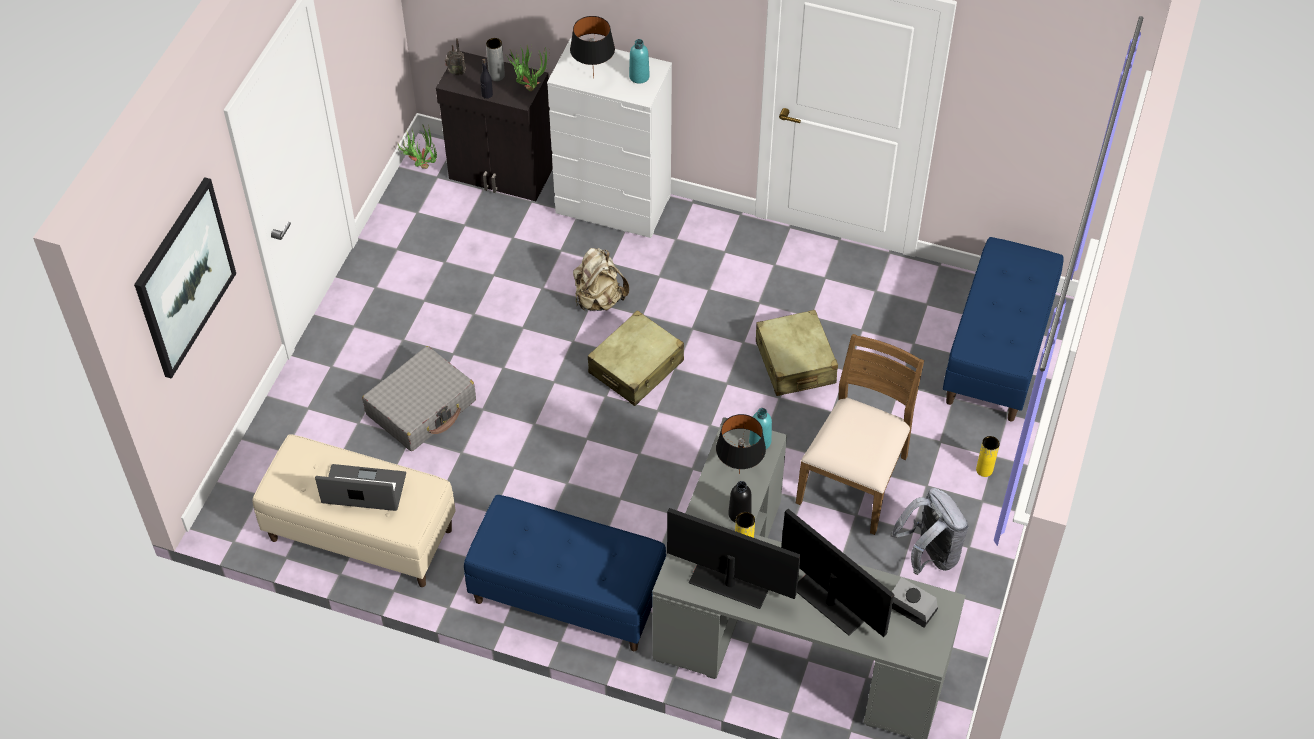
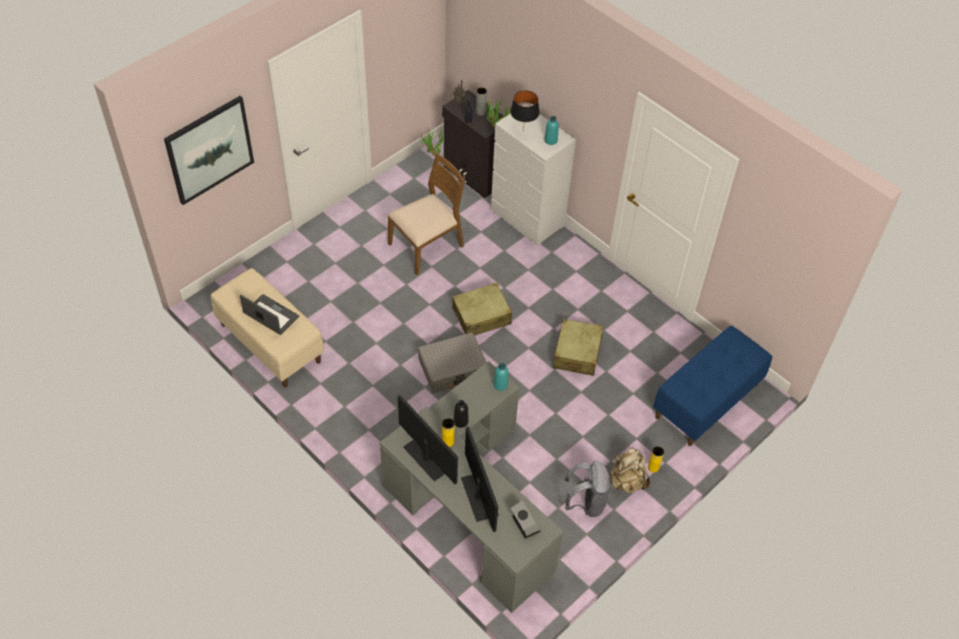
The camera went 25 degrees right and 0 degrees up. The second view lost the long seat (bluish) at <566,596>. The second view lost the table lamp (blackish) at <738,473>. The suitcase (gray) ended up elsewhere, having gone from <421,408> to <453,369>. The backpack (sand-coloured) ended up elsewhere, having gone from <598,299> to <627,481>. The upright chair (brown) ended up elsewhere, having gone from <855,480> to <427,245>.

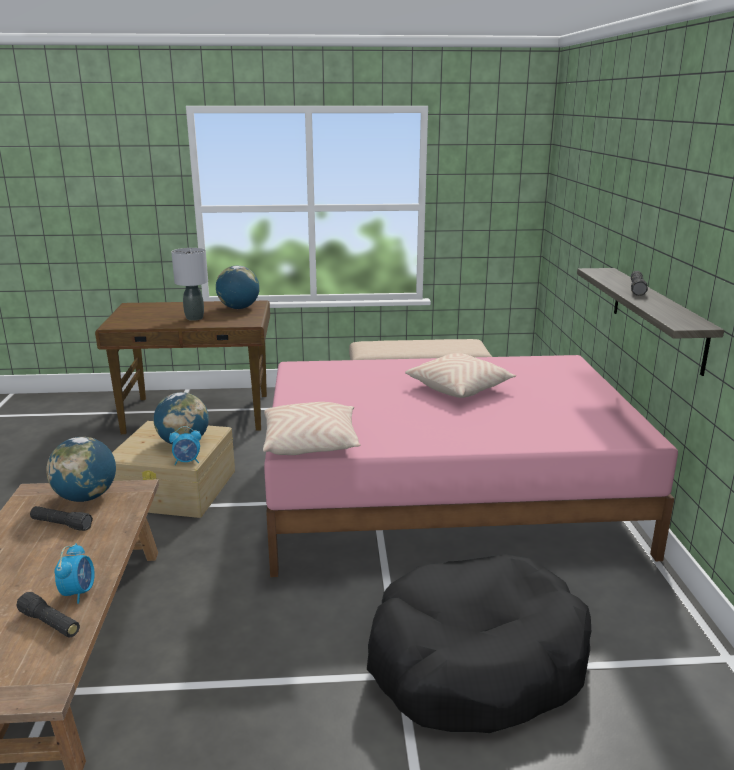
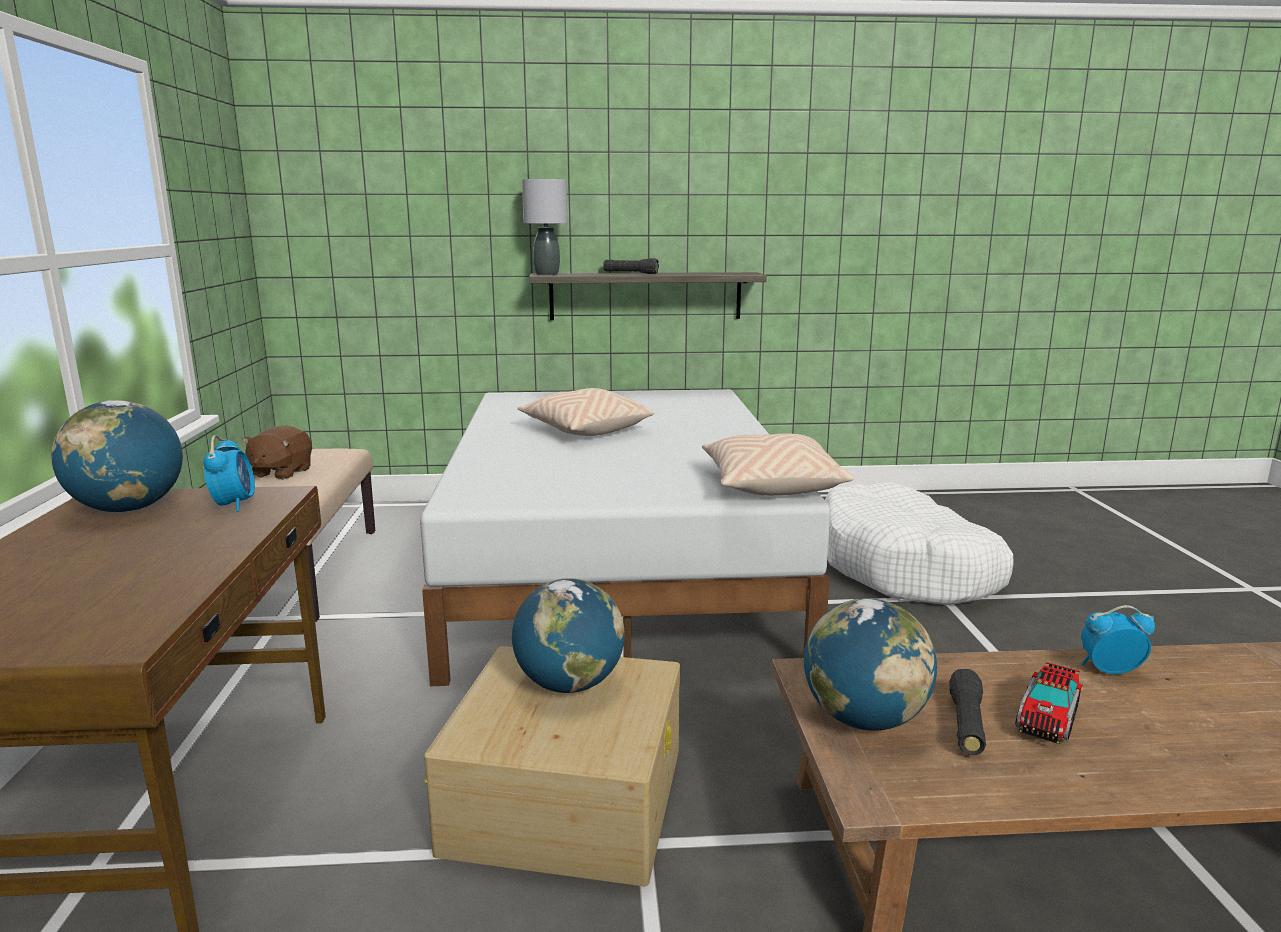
The camera went 90 degrees left and 5 degrees down. The second view lost the torch (blackish) at <50,623>. The second view gained the cuddly toy (brown) at <281,473>. The second view gained the toy truck at <1047,718>. The bedside clock ended up elsewhere, having gone from <187,462> to <234,504>. The table lamp (gray) ended up elsewhere, having gone from <195,318> to <546,274>. What was the sleeping bed (pinkish) at <446,498> turned into the sleeping bed (white) at <619,567>. What was the dog cushion (blackish) at <476,662> turned into the dog cushion (white) at <906,568>.

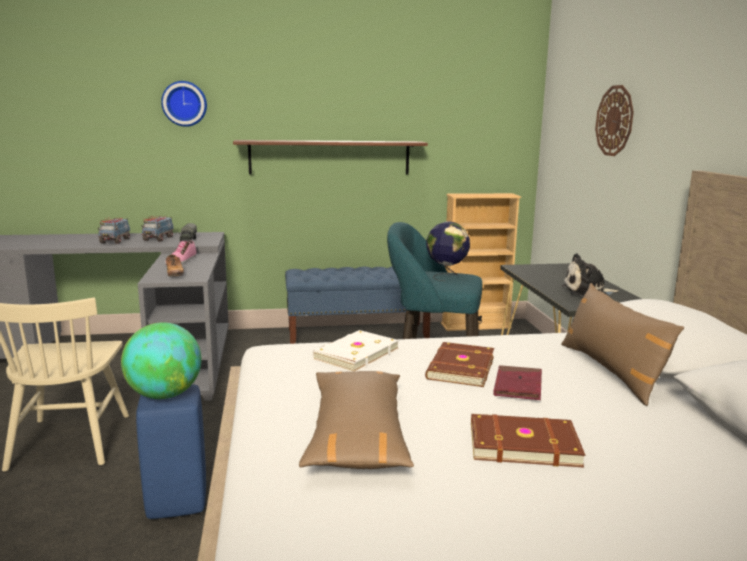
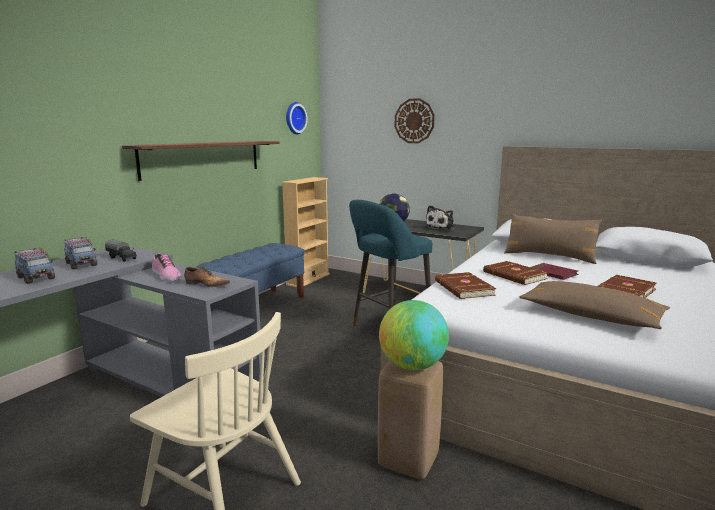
The camera went 50 degrees left and 0 degrees up. The hanging clock ended up elsewhere, having gone from <184,103> to <294,118>. What was the sitting stool (bluish) at <176,502> turned into the sitting stool (sand-coloured) at <407,460>. What was the book (white) at <355,354> turned into the book (brown) at <463,288>.

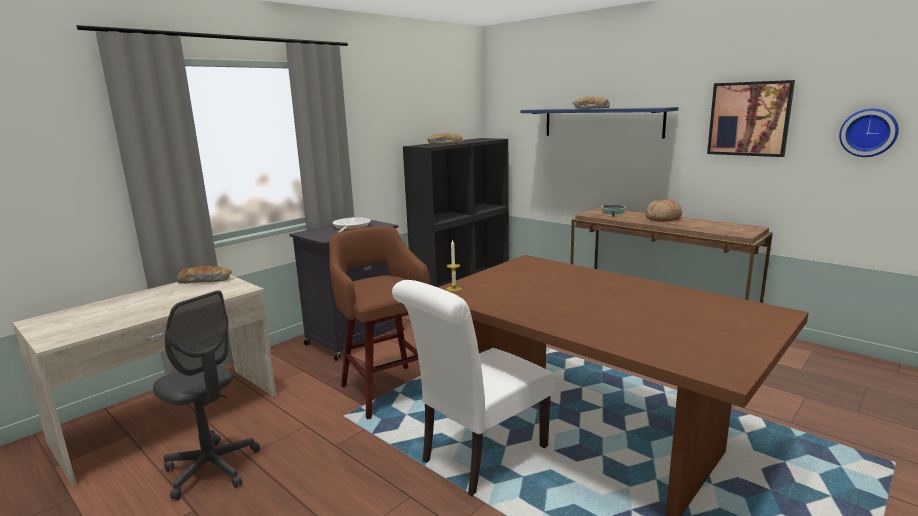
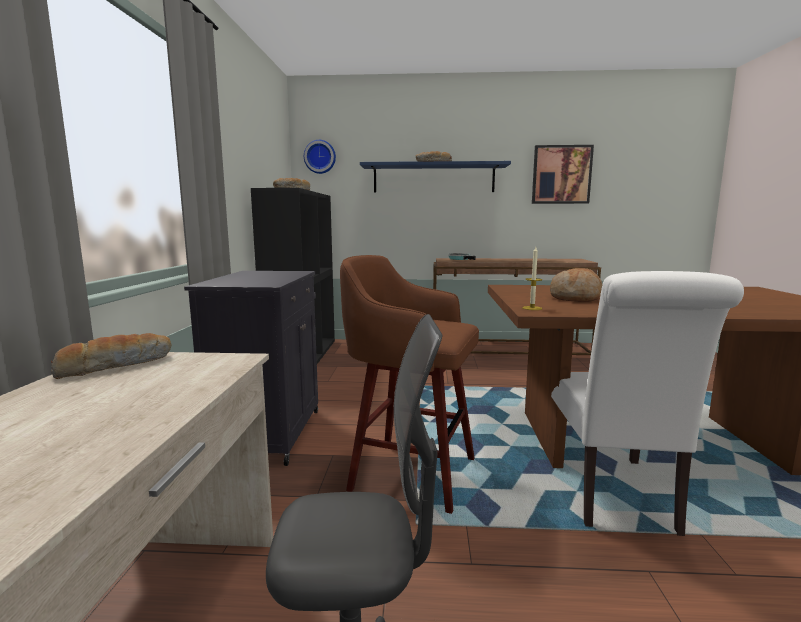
The camera went 40 degrees left and 5 degrees down. The second view lost the skillet at <351,227>. The bakery bread ended up elsewhere, having gone from <663,219> to <576,298>. The hanging clock ended up elsewhere, having gone from <868,132> to <320,157>.

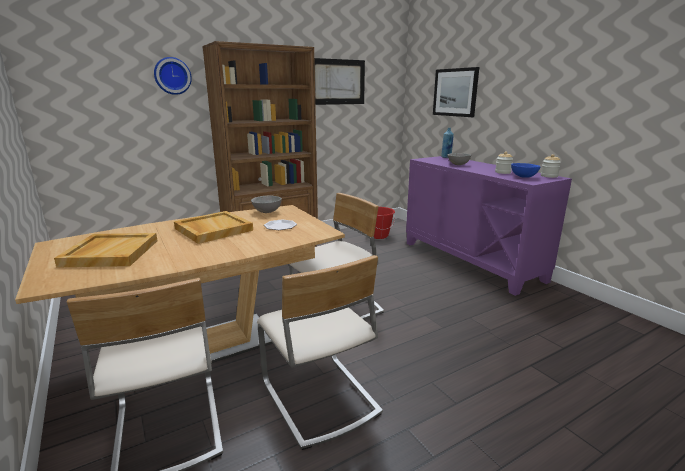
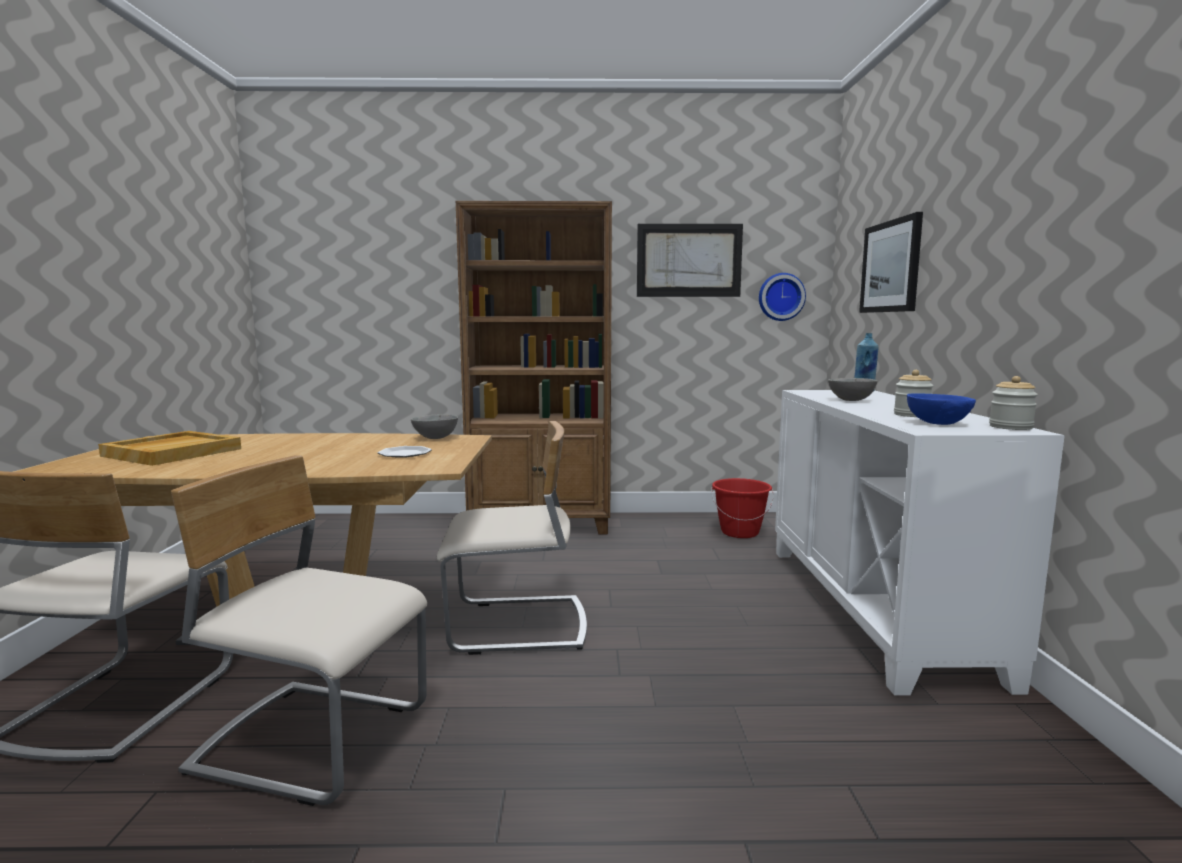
The camera went 30 degrees right and 10 degrees down. The second view lost the serving tray (sand-coloured) at <213,229>. The hanging clock ended up elsewhere, having gone from <172,76> to <780,297>. What was the storage cabinet (purplish) at <470,261> turned into the storage cabinet (white) at <874,608>. The upright chair (sand-coloured) at <318,398> ended up facing another way, 105 degrees clockwise from before.

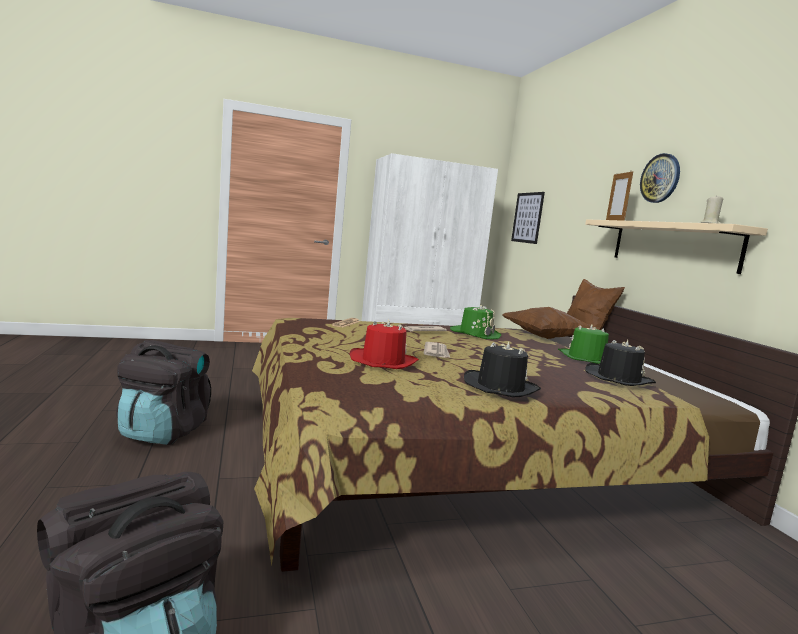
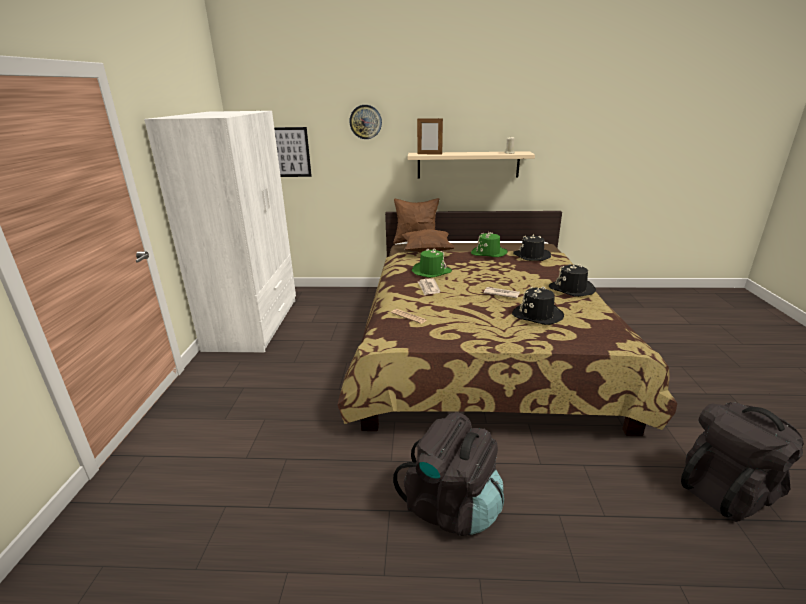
The camera went 70 degrees left and 15 degrees up. The hanging clock ended up elsewhere, having gone from <660,178> to <365,122>. What was the wearable hat (reddish) at <383,361> turned into the wearable hat (blackish) at <537,315>.

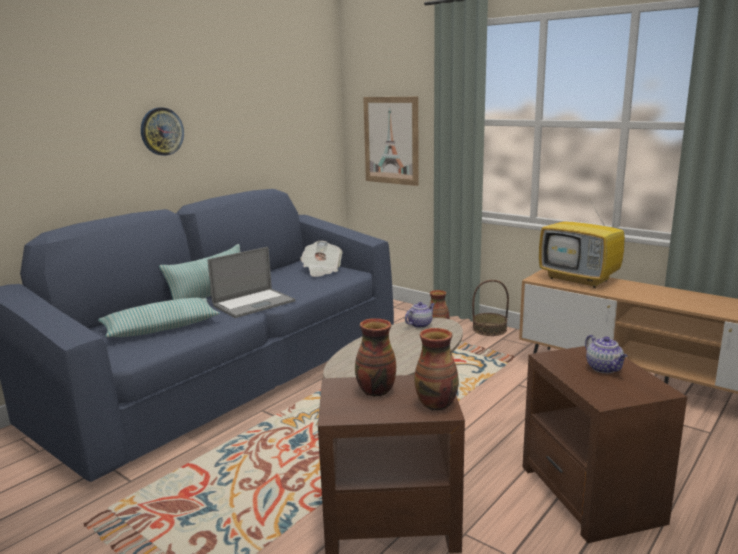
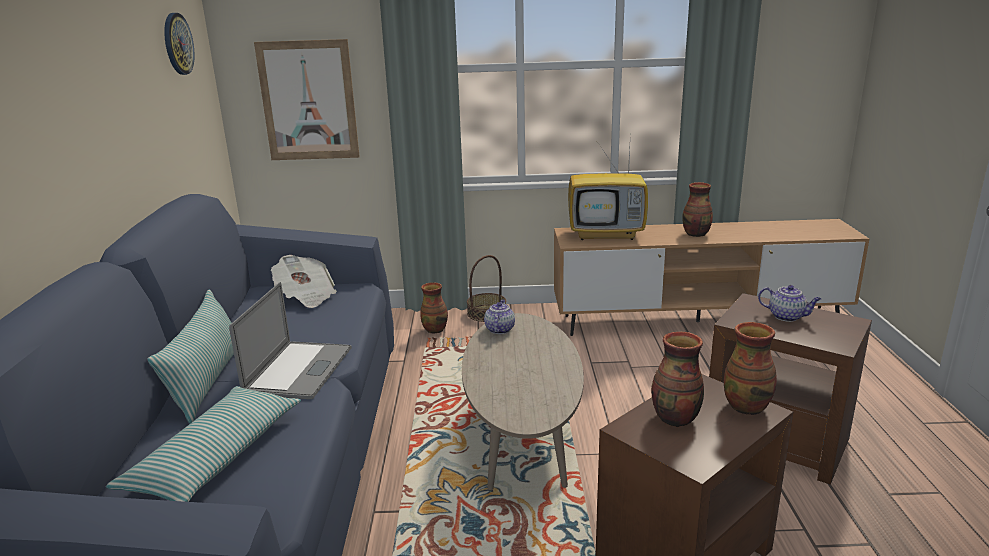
The camera went 40 degrees left and 5 degrees up. The second view gained the vase at <696,234>. The hanging clock ended up elsewhere, having gone from <161,131> to <177,44>.

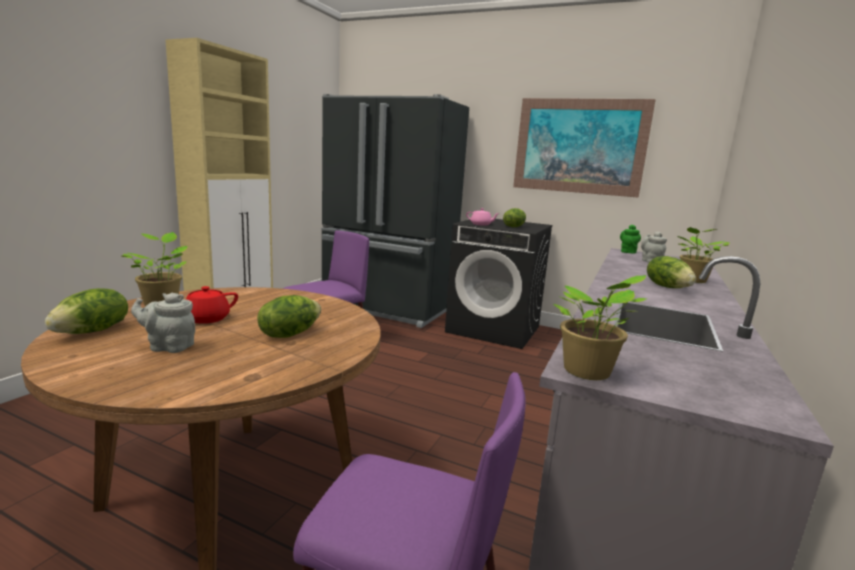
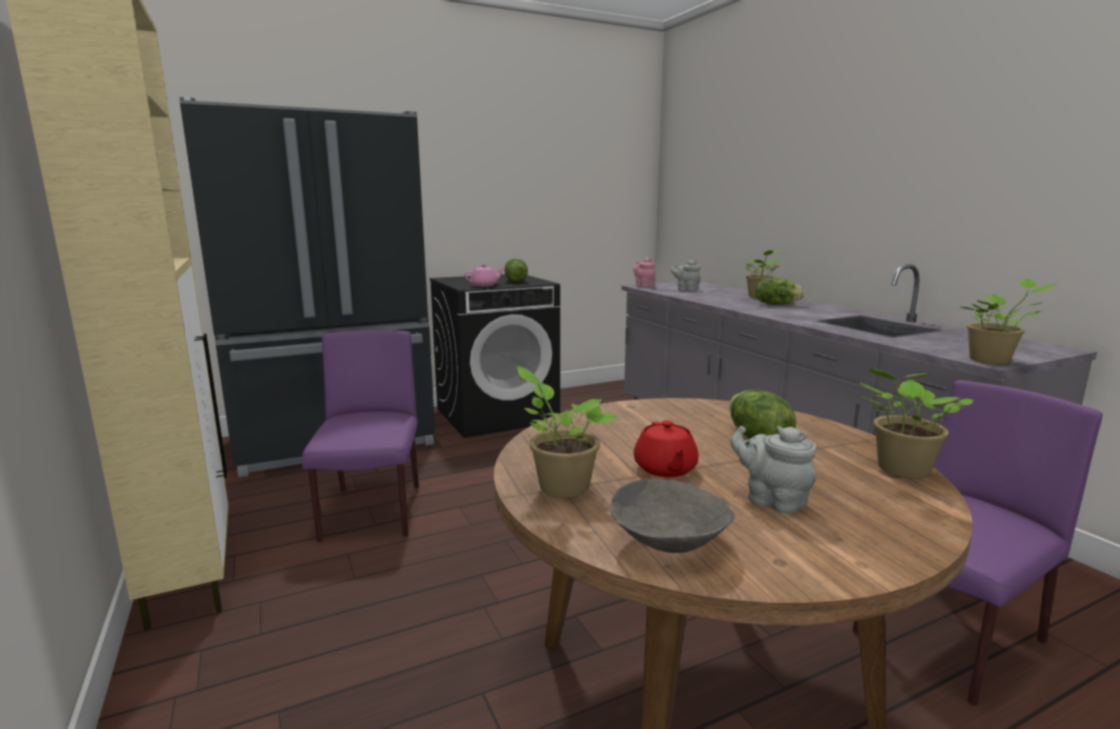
The camera went 50 degrees left and 0 degrees up. The second view lost the picture at <579,146>. The second view gained the plant in a pot at <900,470>. Where the head of lettuce stood at <93,331>, the serving bowl (gray) came to stand at <670,542>. What was the pot for tea (green-coloured) at <628,251> turned into the pot for tea (pinkish) at <643,286>. The pot for tea (gray) at <168,347> ended up facing another way, 90 degrees clockwise from before.

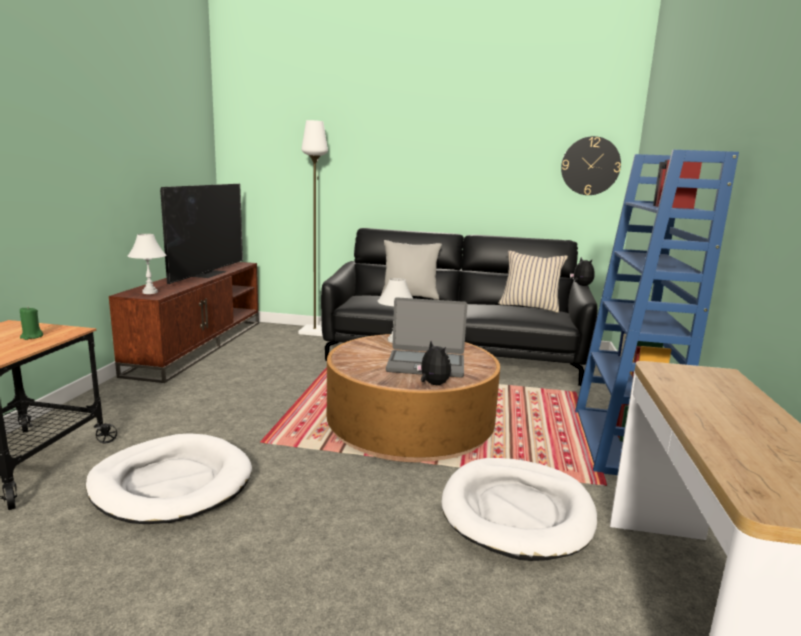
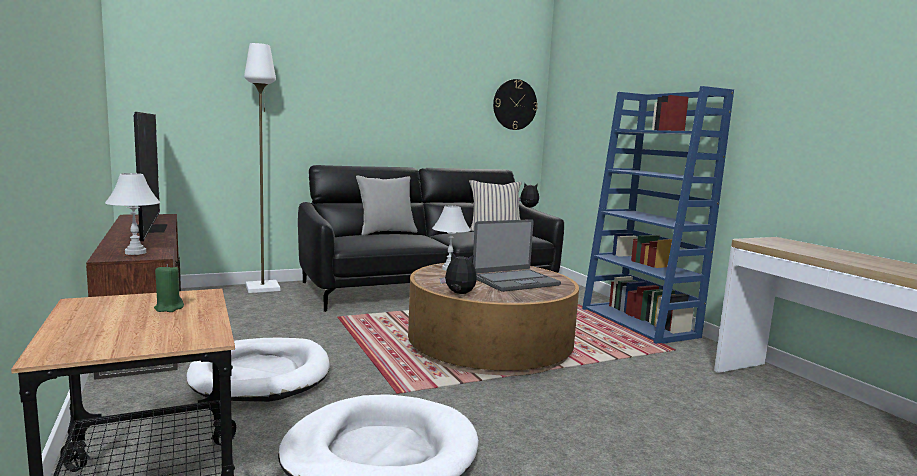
The camera went 35 degrees left and 5 degrees down. The cuddly toy ended up elsewhere, having gone from <433,384> to <459,294>. The dog cushion (white) ended up elsewhere, having gone from <517,512> to <261,374>.

